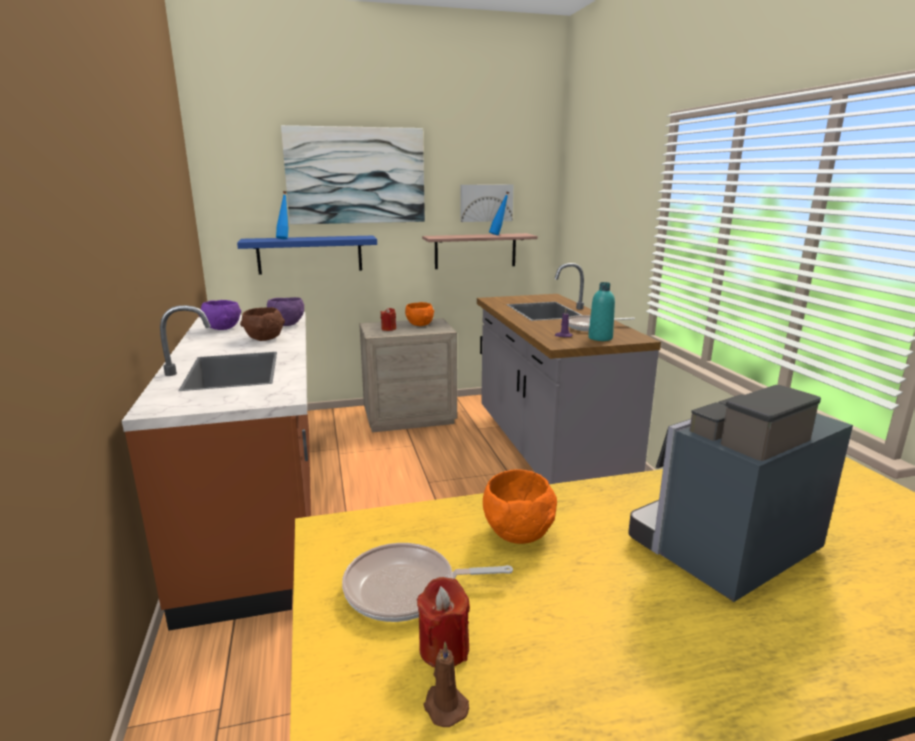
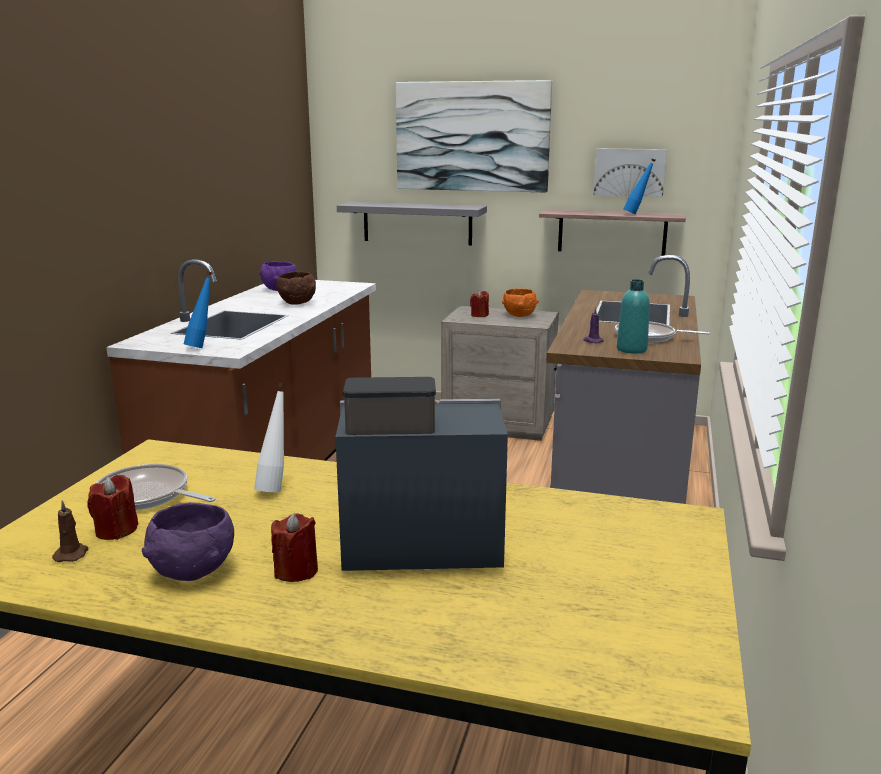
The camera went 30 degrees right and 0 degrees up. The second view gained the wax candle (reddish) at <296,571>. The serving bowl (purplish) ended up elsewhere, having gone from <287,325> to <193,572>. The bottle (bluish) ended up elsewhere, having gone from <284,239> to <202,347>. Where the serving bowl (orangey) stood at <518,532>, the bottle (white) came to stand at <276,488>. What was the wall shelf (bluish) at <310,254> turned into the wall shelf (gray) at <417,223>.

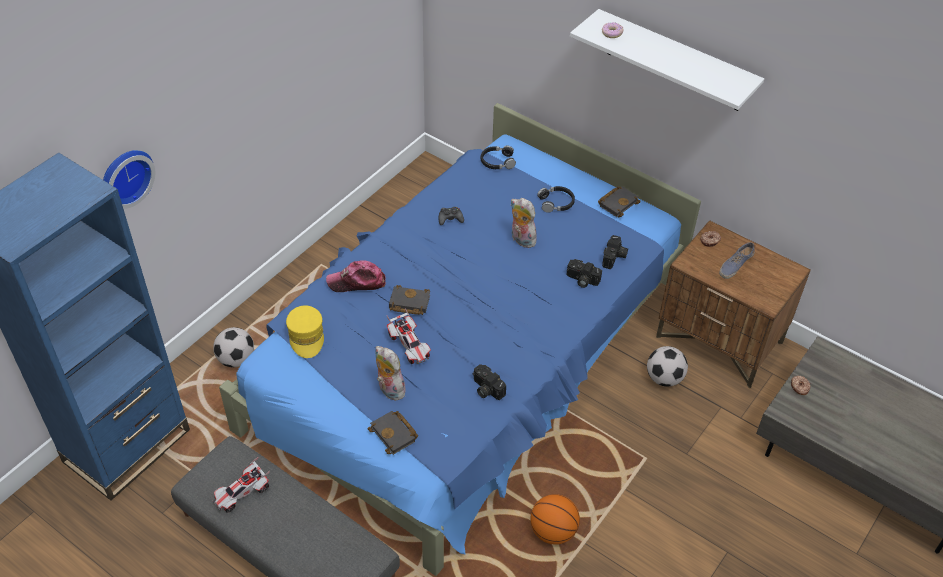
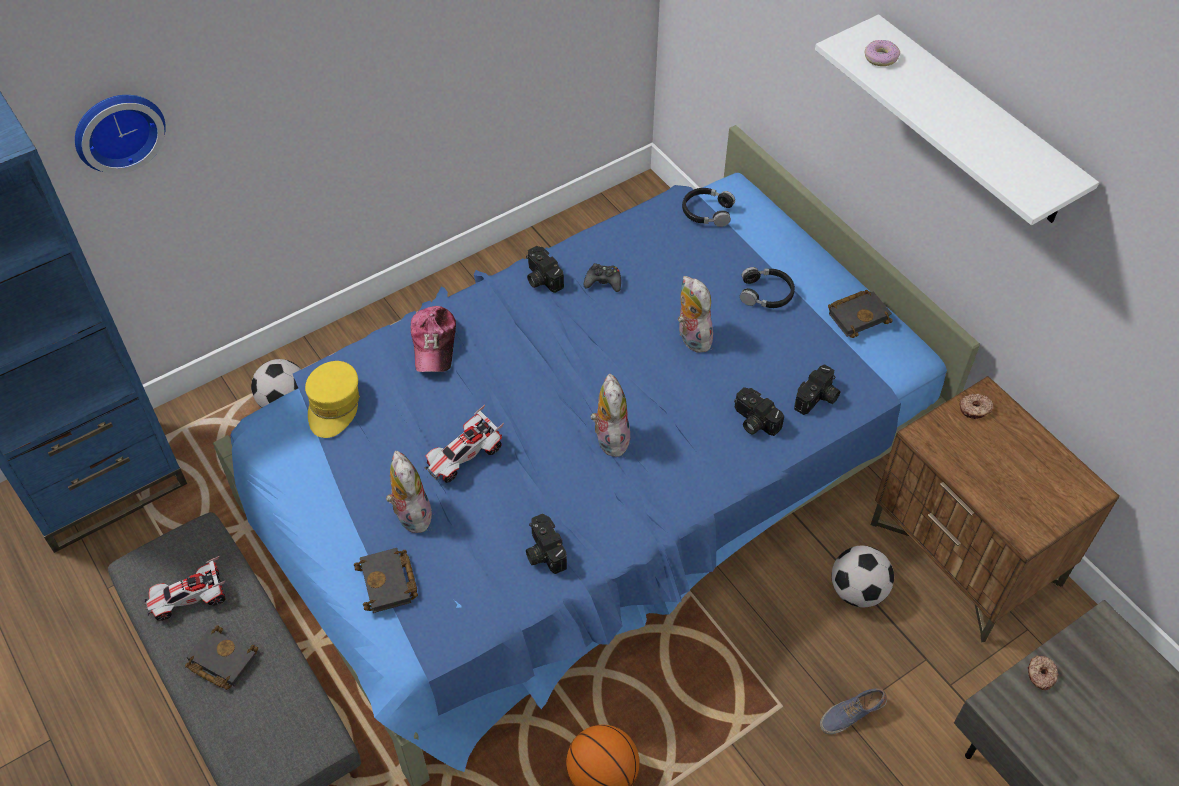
The camera went 20 degrees right and 5 degrees up. The second view gained the still camera at <541,278>. The second view gained the cuddly toy at <609,438>. The book (blackish) ended up elsewhere, having gone from <408,303> to <220,661>. The low shoe ended up elsewhere, having gone from <735,265> to <851,714>. The baseball cap at <357,282> ended up facing another way, 105 degrees counterclockwise from before. The model car at <409,346> ended up facing another way, 60 degrees clockwise from before.

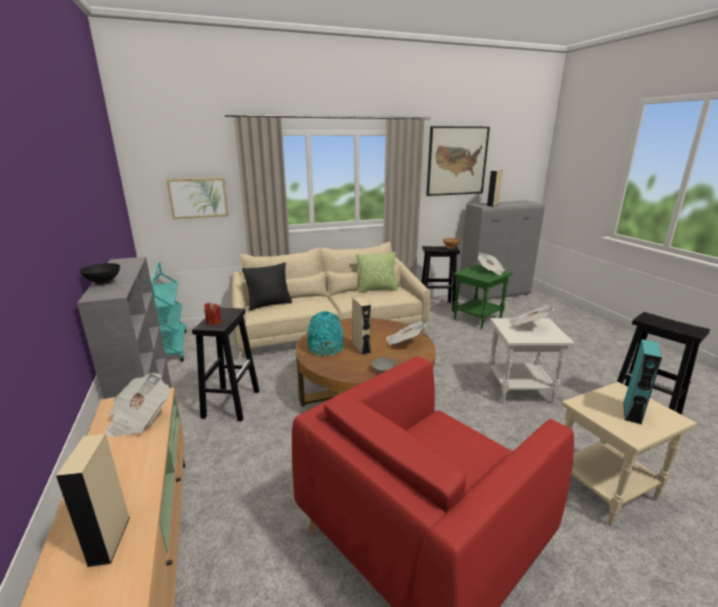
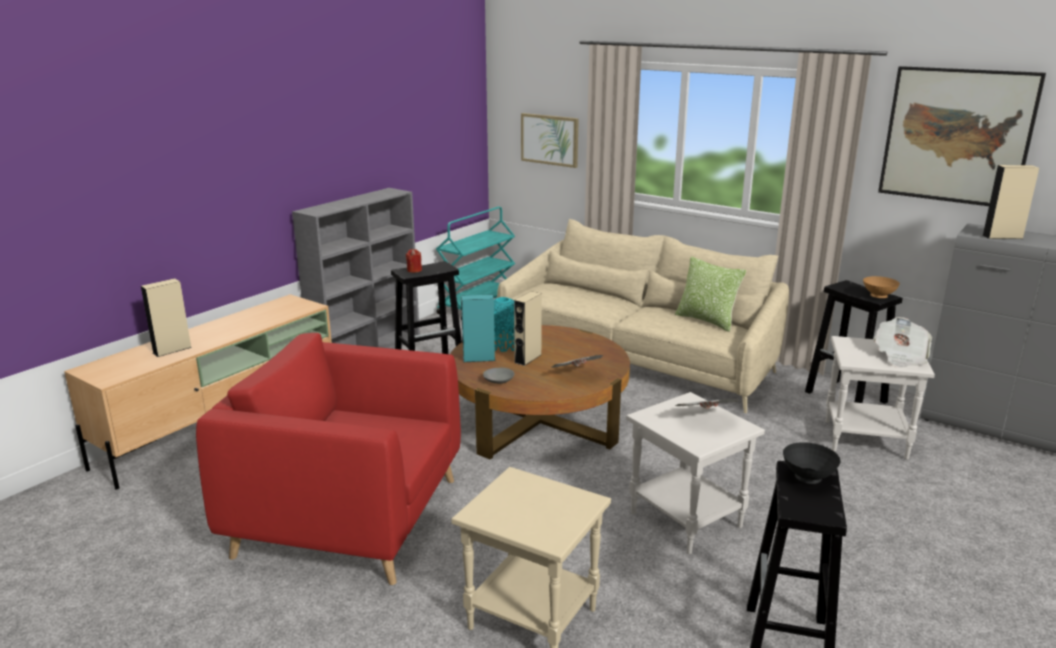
The camera went 55 degrees right and 0 degrees up. The second view lost the newspaper at <139,419>. The second view lost the throw pillow (blackish) at <269,305>. The serving bowl (blackish) ended up elsewhere, having gone from <104,284> to <807,479>. The loudspeaker (turquoise-coloured) ended up elsewhere, having gone from <632,412> to <479,359>. What was the side table (green-coloured) at <477,318> turned into the side table (white) at <866,439>.

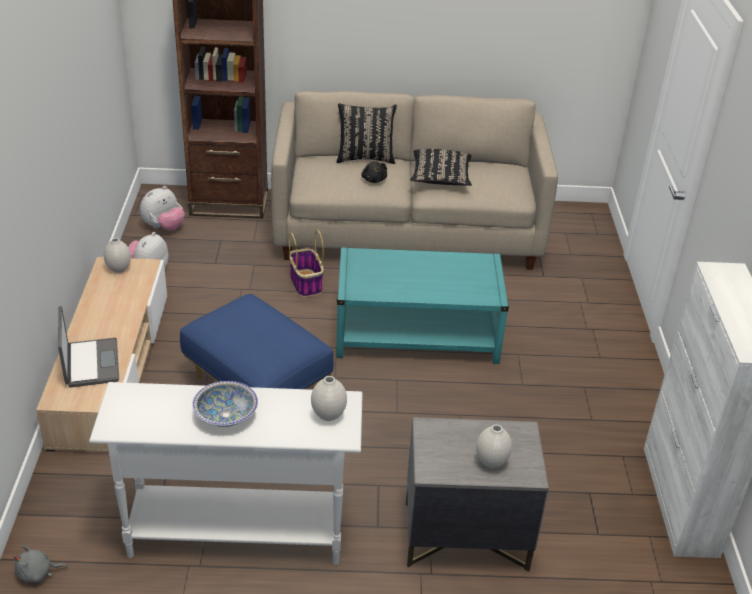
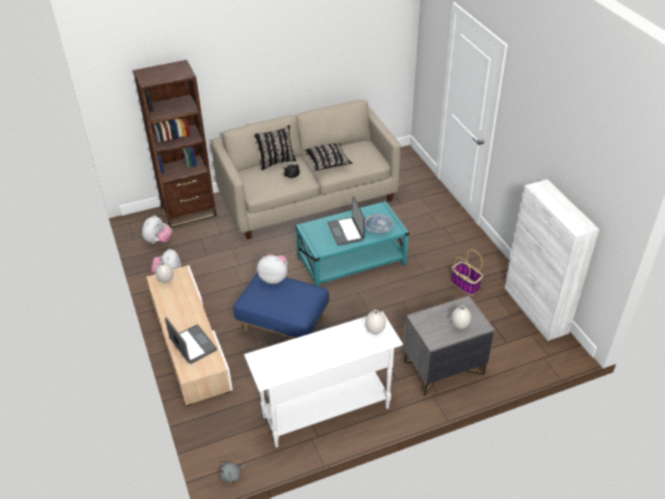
The camera went 20 degrees left and 5 degrees up. The second view gained the cuddly toy at <274,278>. The second view gained the laptop at <346,231>. The serving bowl ended up elsewhere, having gone from <225,415> to <378,229>. The basket ended up elsewhere, having gone from <306,284> to <466,284>.

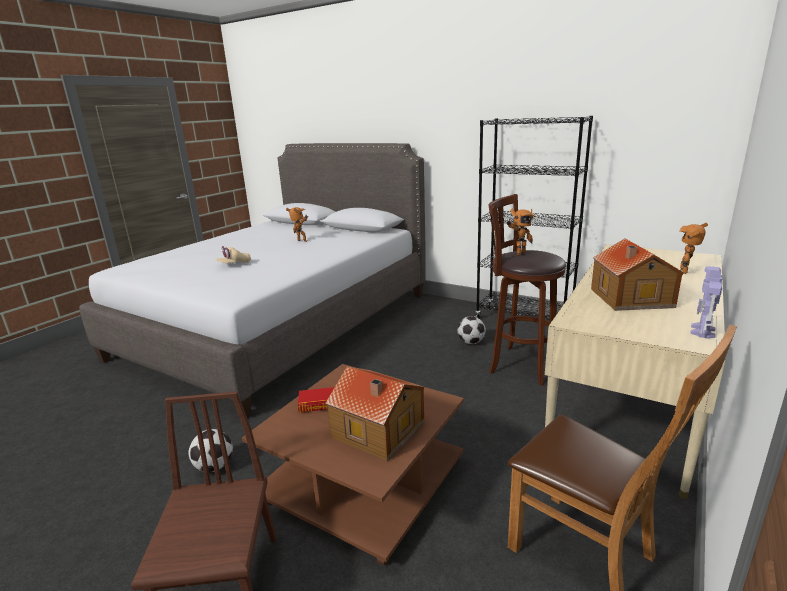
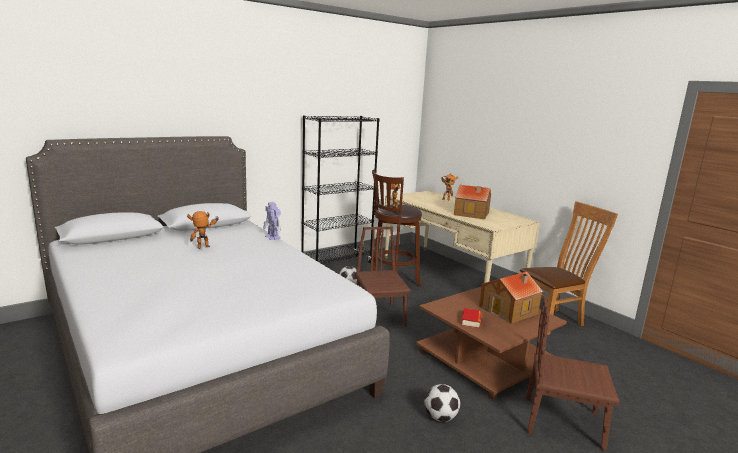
The camera went 70 degrees left and 5 degrees down. The second view lost the baseball cap (sand-coloured) at <234,264>. The second view gained the upright chair (brown) at <379,316>. The robot figure ended up elsewhere, having gone from <702,331> to <273,237>.

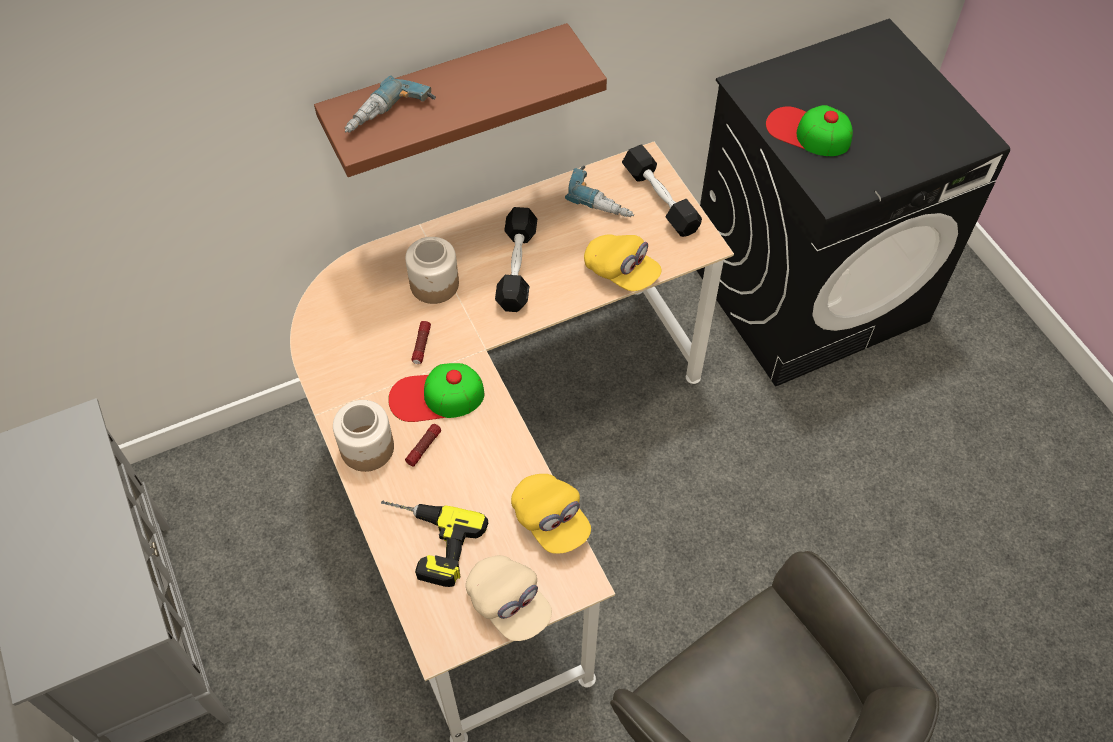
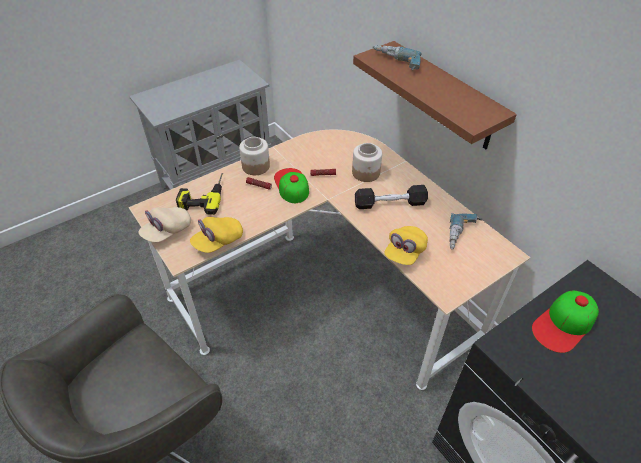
The camera went 80 degrees right and 10 degrees down. The second view lost the dumbbell (blackish) at <660,199>. The baseball cap at <808,132> ended up facing another way, 150 degrees counterclockwise from before.

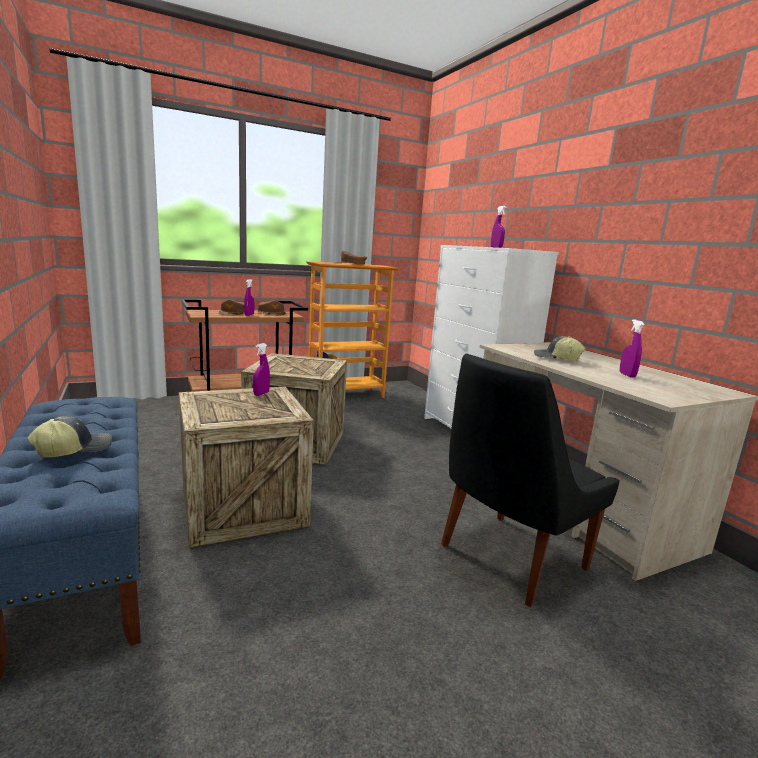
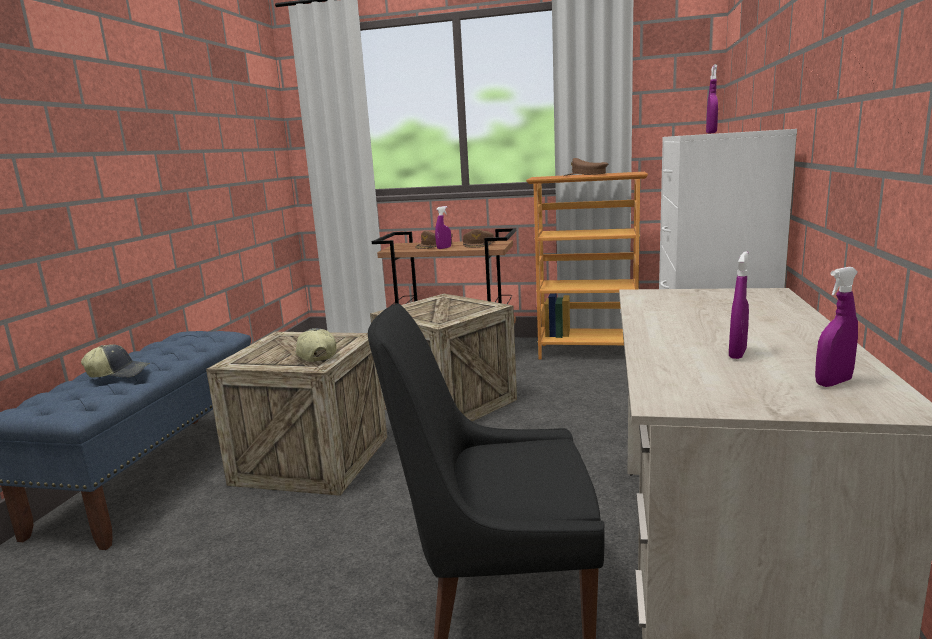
The camera went 40 degrees right and 0 degrees up. The sprayer (purplish) ended up elsewhere, having gone from <261,394> to <833,382>. The baseball cap ended up elsewhere, having gone from <556,359> to <315,356>.

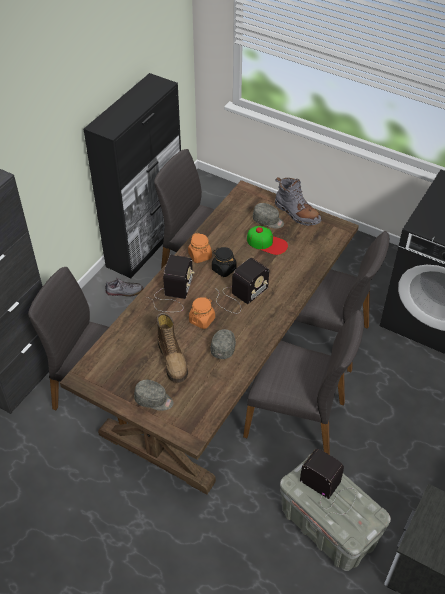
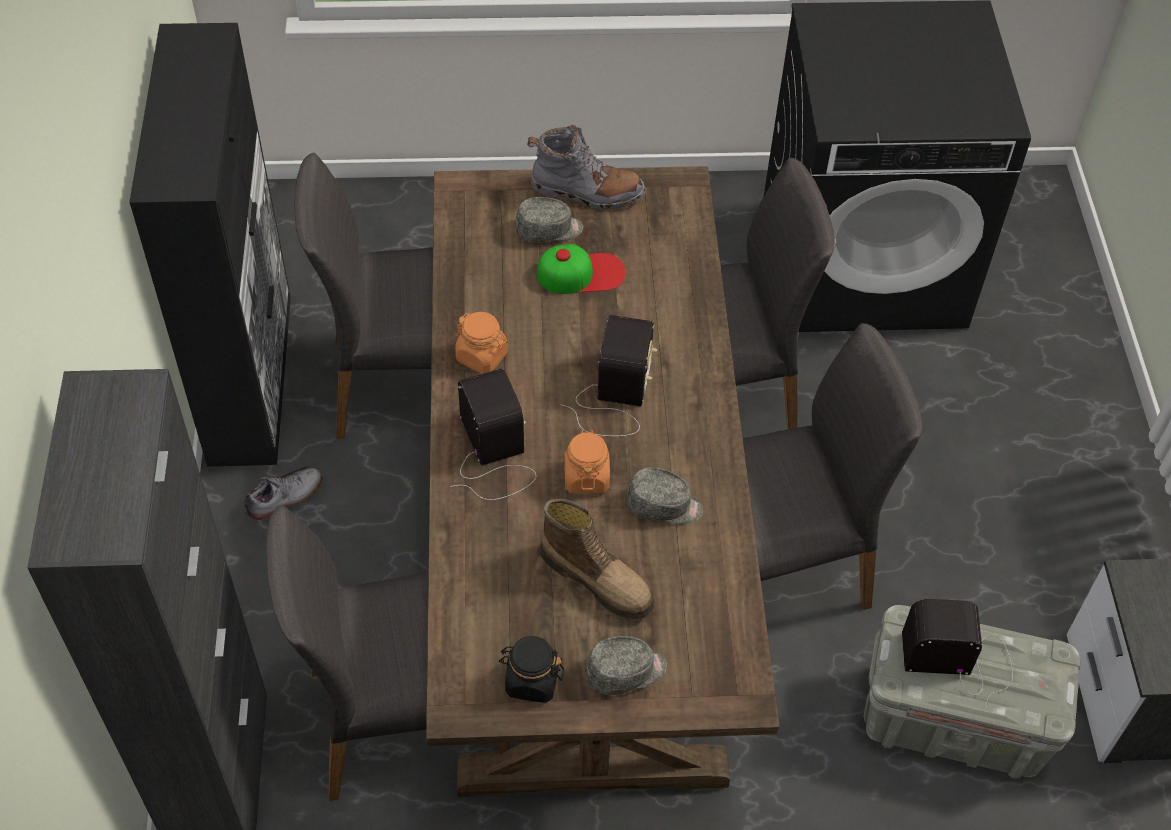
The camera went 35 degrees left and 5 degrees up. The storage jar (blackish) ended up elsewhere, having gone from <223,269> to <531,681>. The baseball cap (gray) at <224,346> ended up facing another way, 120 degrees clockwise from before.

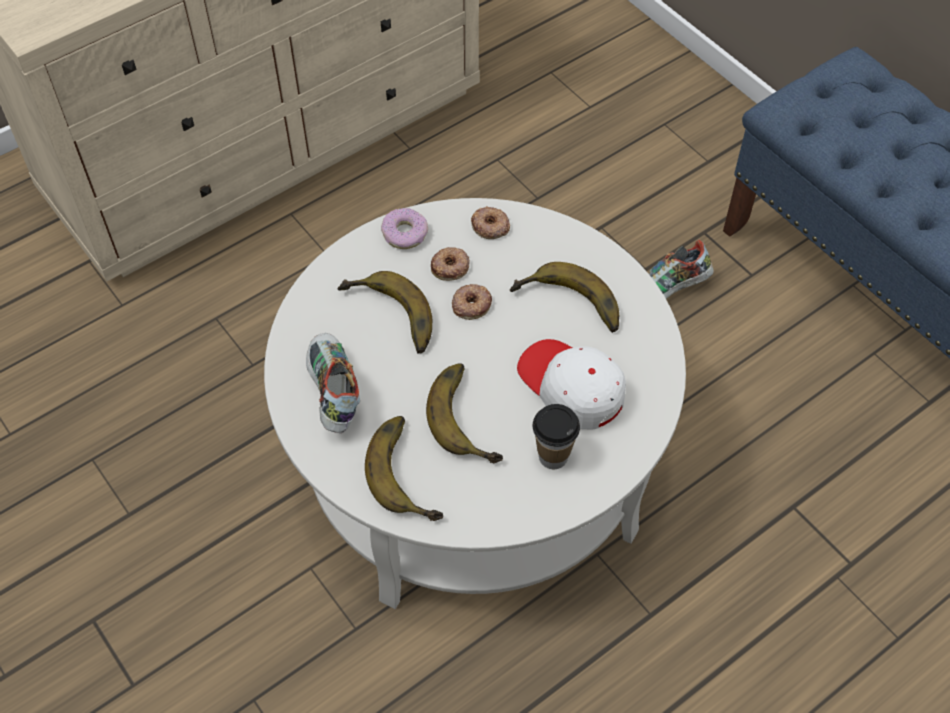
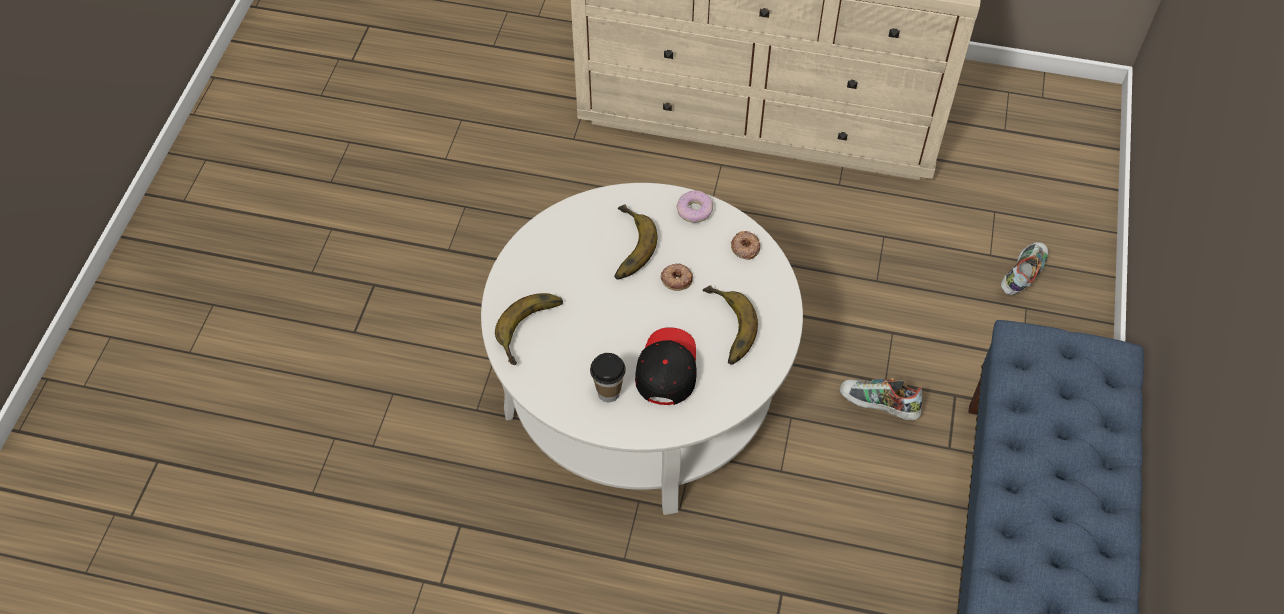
The camera went 50 degrees right and 0 degrees up. The second view lost the banana at <471,416>. The second view lost the doughnut at <450,267>. The low shoe ended up elsewhere, having gone from <332,392> to <1021,276>. What was the baseball cap (white) at <571,387> turned into the baseball cap (blackish) at <666,369>.

